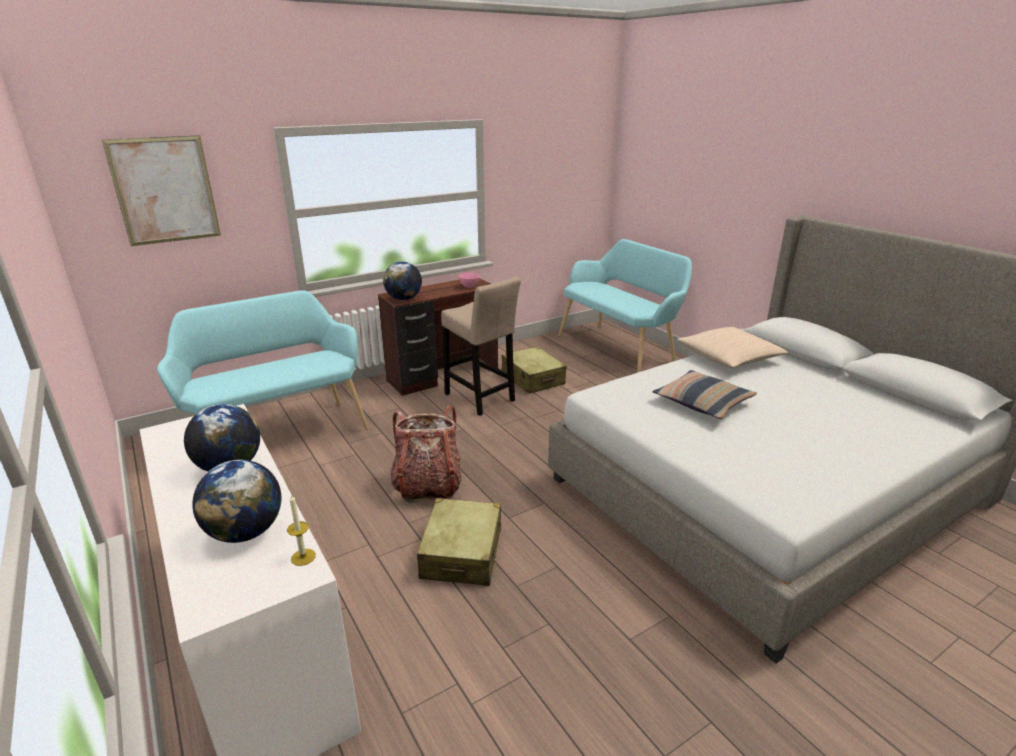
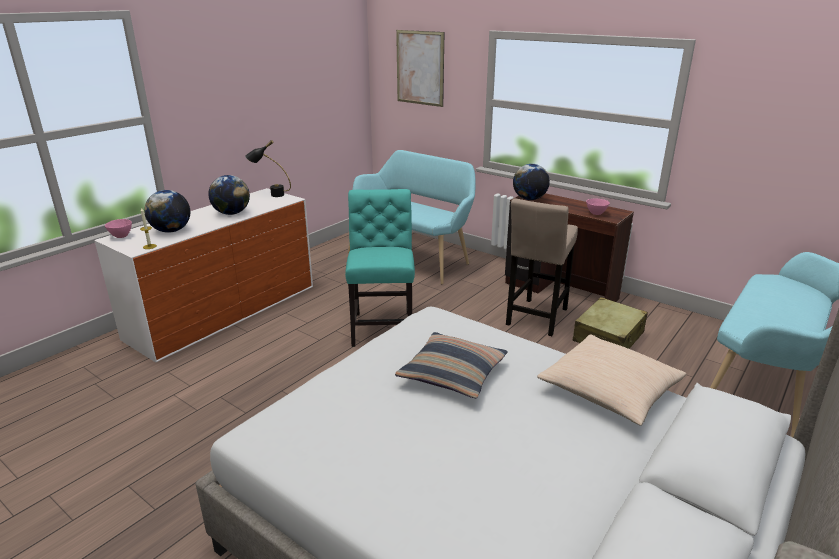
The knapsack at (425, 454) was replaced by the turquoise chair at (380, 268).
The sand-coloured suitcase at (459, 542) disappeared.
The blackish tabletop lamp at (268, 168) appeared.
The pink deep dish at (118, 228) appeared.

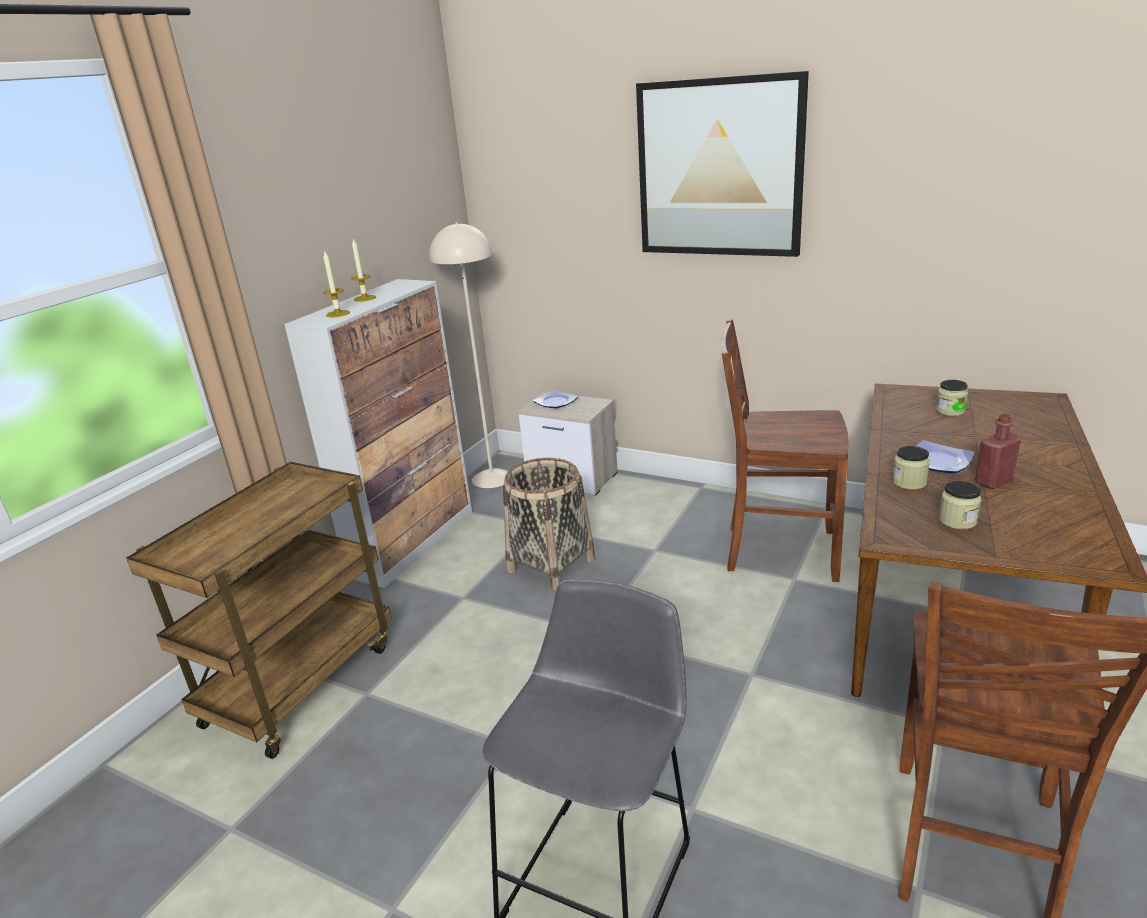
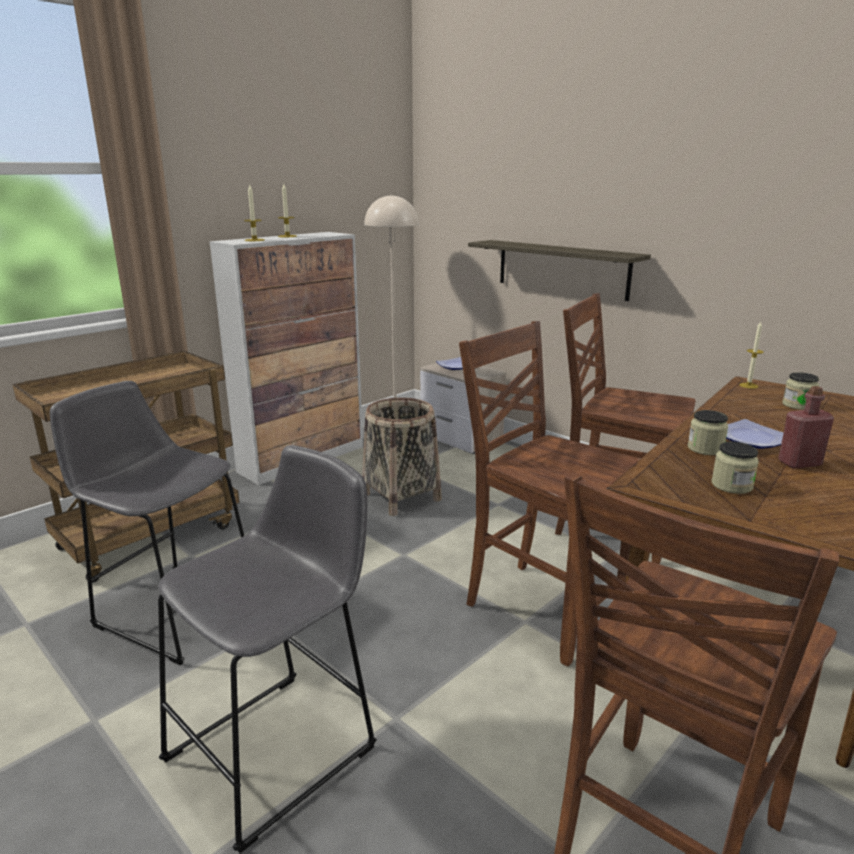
The wall picture at (722, 164) disappeared.
The bracket shelf at (559, 270) appeared.
The brownish chair at (549, 493) appeared.
The candle at (751, 355) appeared.
The greyish sitting stool at (147, 523) appeared.

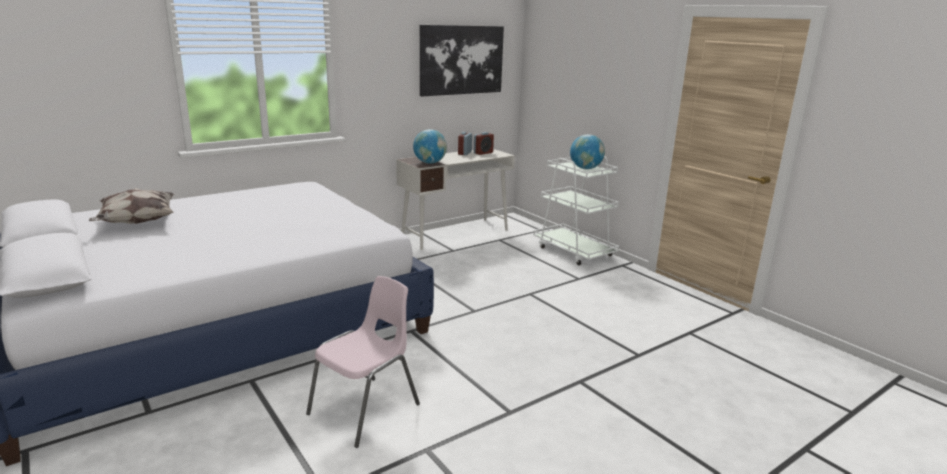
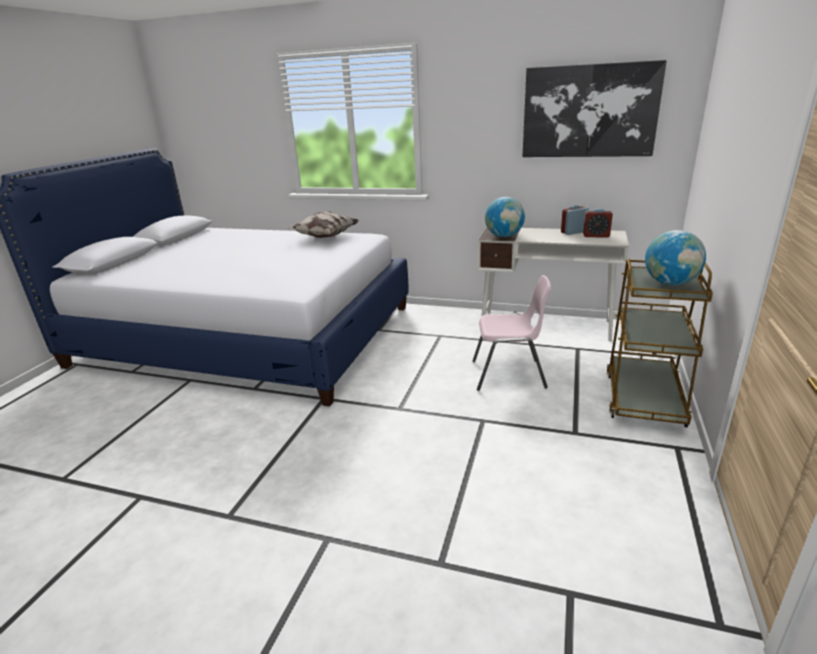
The whitish wheeled cart at (576, 210) became the brownish wheeled cart at (660, 343).
The throw pillow moved from (131, 206) to (321, 224).
The pink chair moved from (363, 362) to (512, 333).

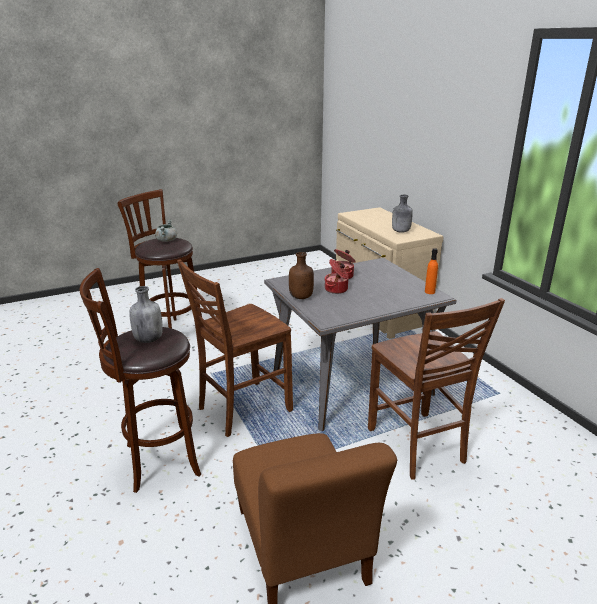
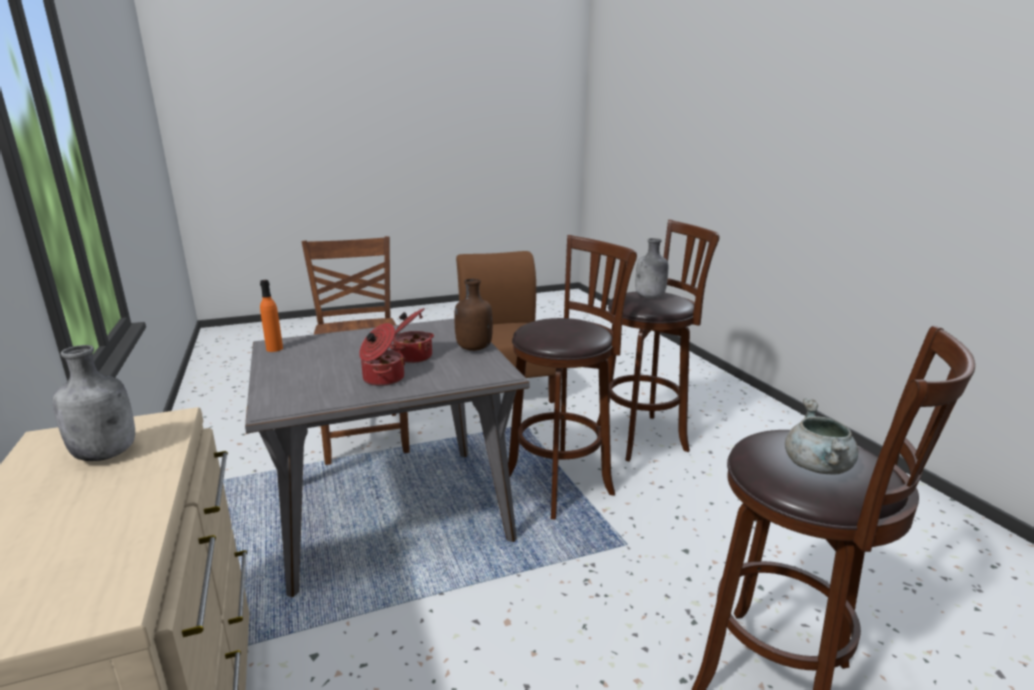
The brownish chair at (235, 348) was replaced by the brownish sitting stool at (572, 377).

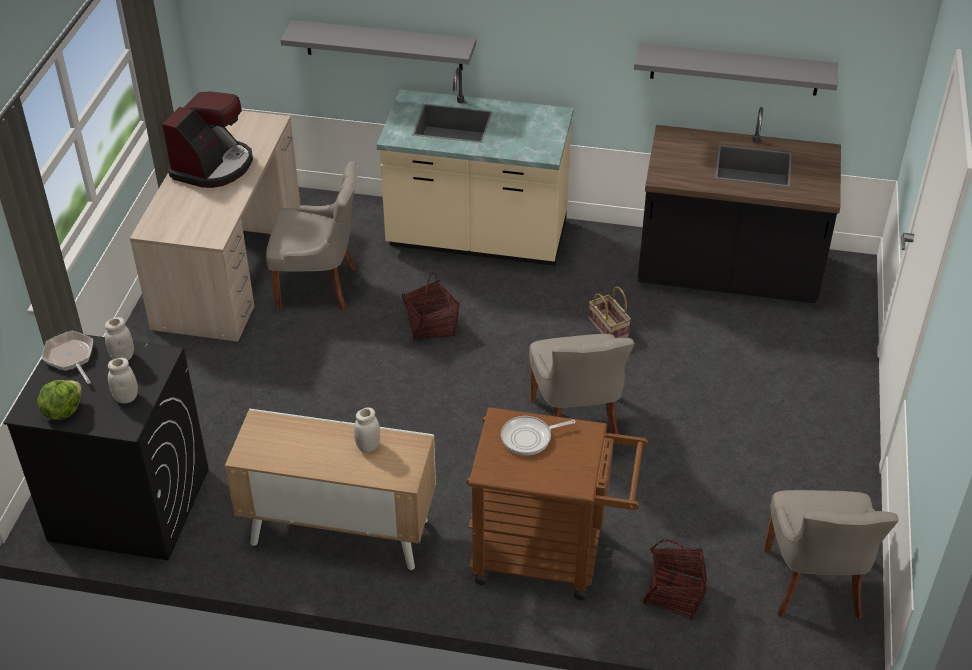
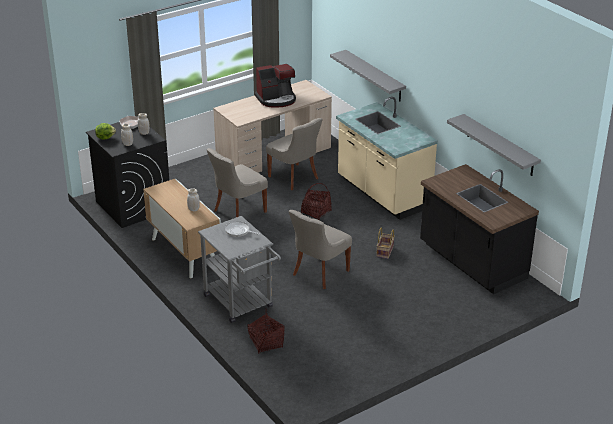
The brownish wheeled cart at (557, 503) became the greyish wheeled cart at (239, 269).
The greyish chair moved from (831, 554) to (237, 182).

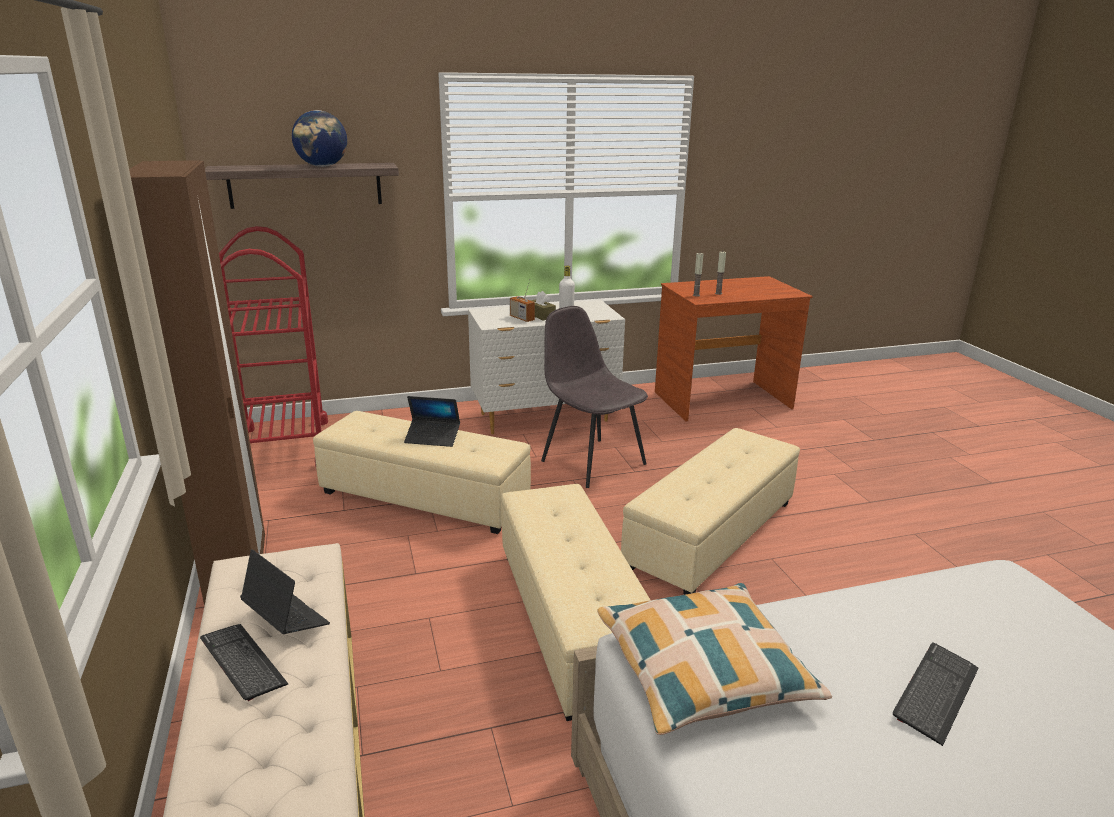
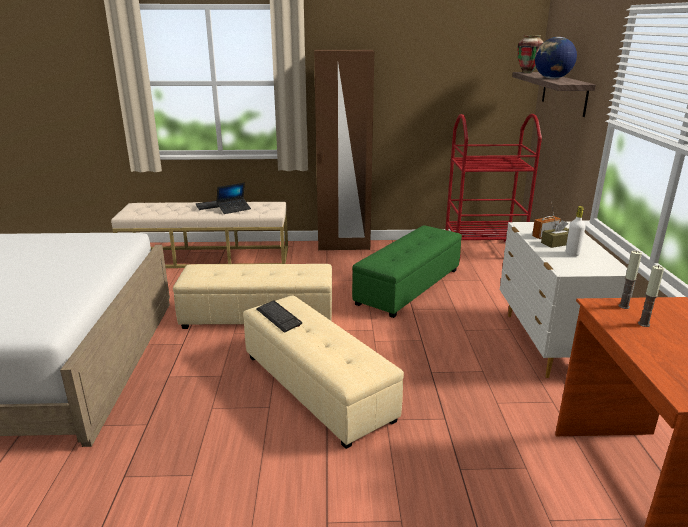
The greyish chair at (594, 397) disappeared.
The laptop at (432, 421) disappeared.
The sand-coloured ottoman at (422, 472) became the green ottoman at (407, 271).
The throw pillow at (715, 659) disappeared.
The PC keyboard moved from (935, 694) to (279, 316).
The decorative vase at (530, 54) appeared.

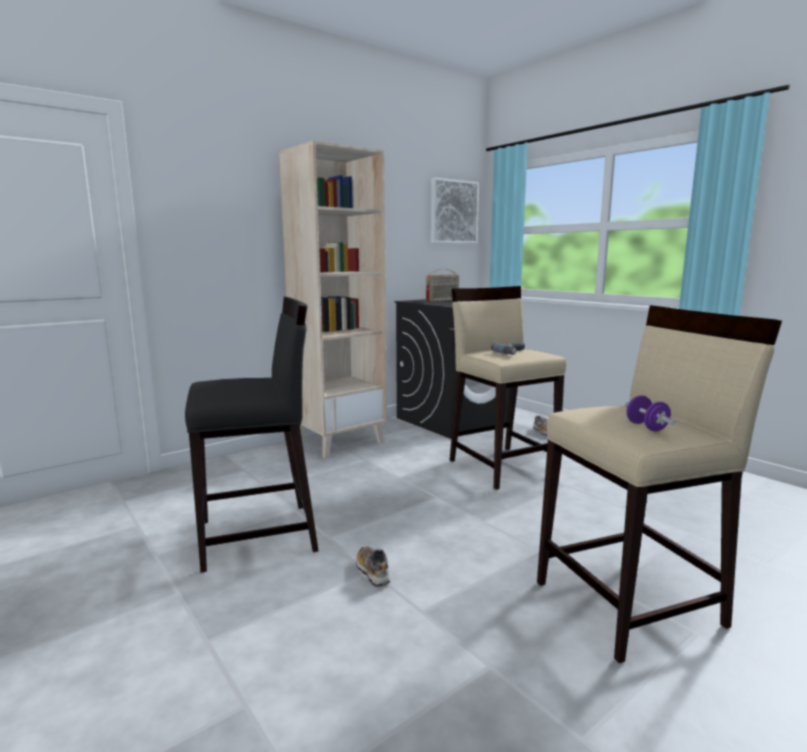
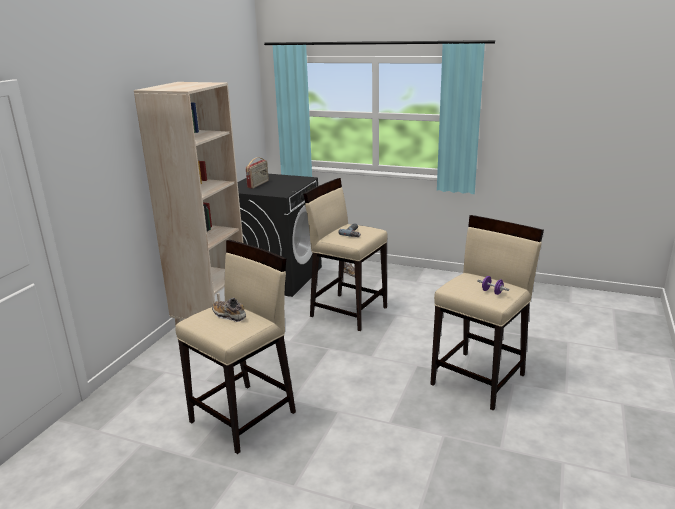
The wall picture at (455, 210) disappeared.
The blackish sitting stool at (251, 435) became the sand-coloured sitting stool at (235, 347).
The item of footwear moved from (373, 567) to (229, 310).

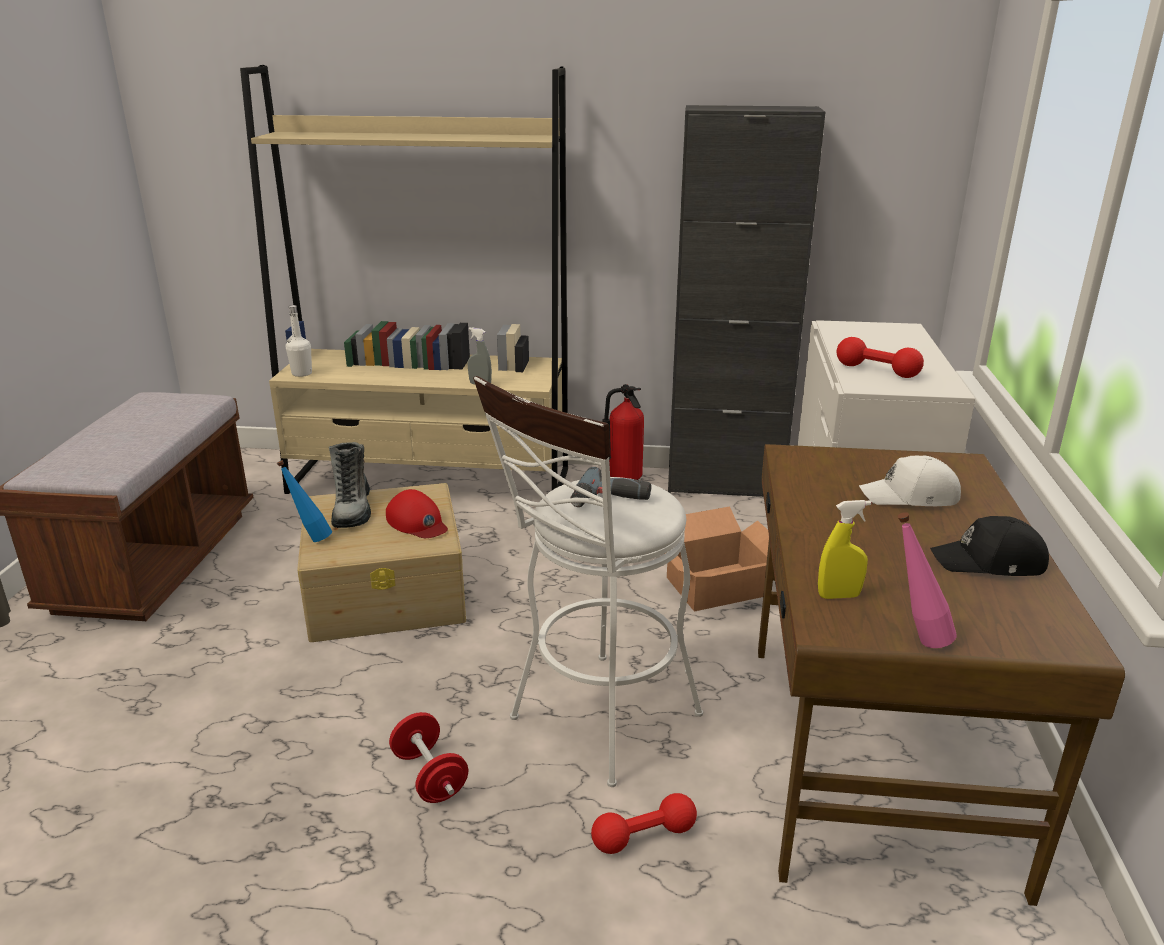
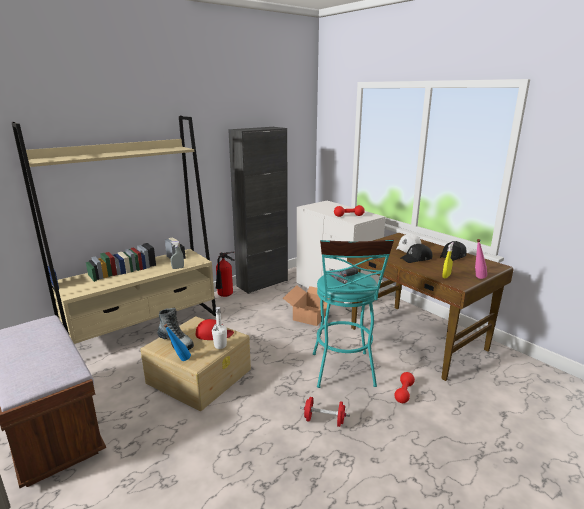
The whitish beverage bottle moved from (299, 341) to (219, 328).
The whitish sitting stool at (588, 581) became the turquoise sitting stool at (353, 313).
The blackish peaked cap at (416, 253) appeared.

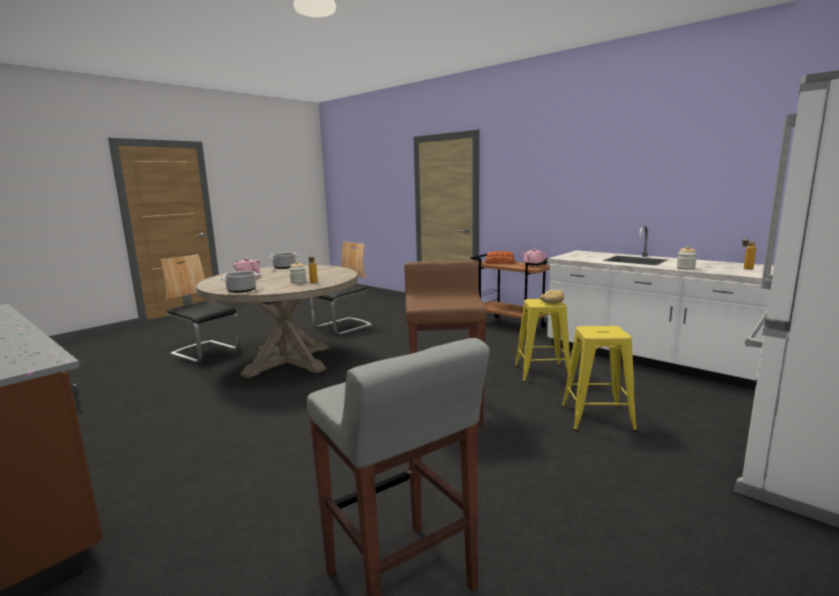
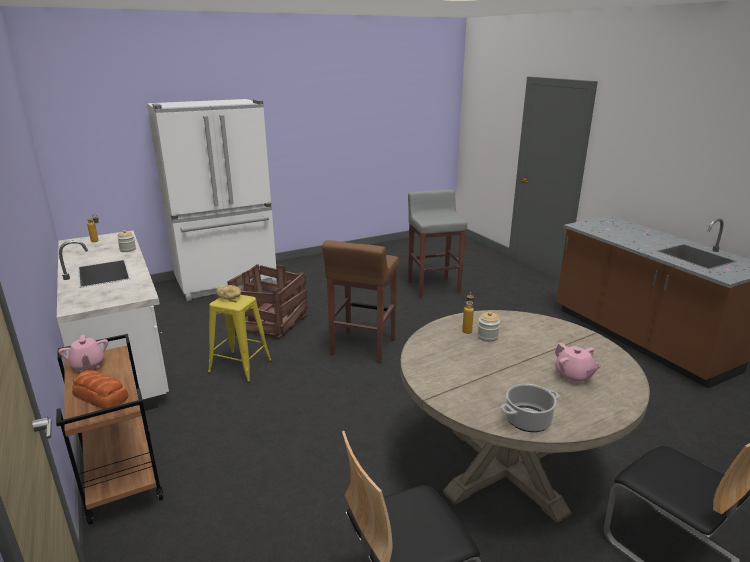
The stockpot at (240, 282) disappeared.
The yellow sitting stool at (599, 378) was replaced by the packing crate at (267, 301).

